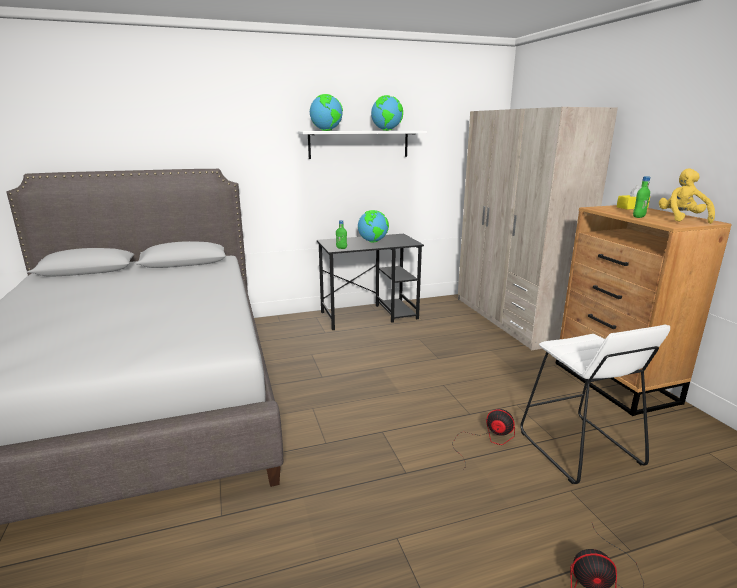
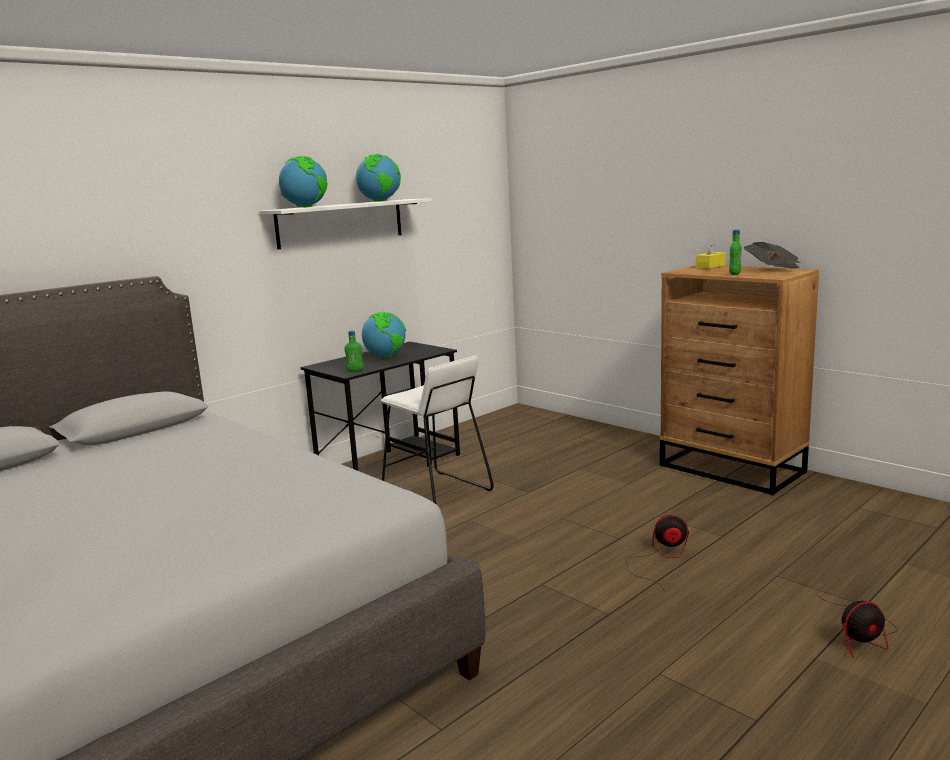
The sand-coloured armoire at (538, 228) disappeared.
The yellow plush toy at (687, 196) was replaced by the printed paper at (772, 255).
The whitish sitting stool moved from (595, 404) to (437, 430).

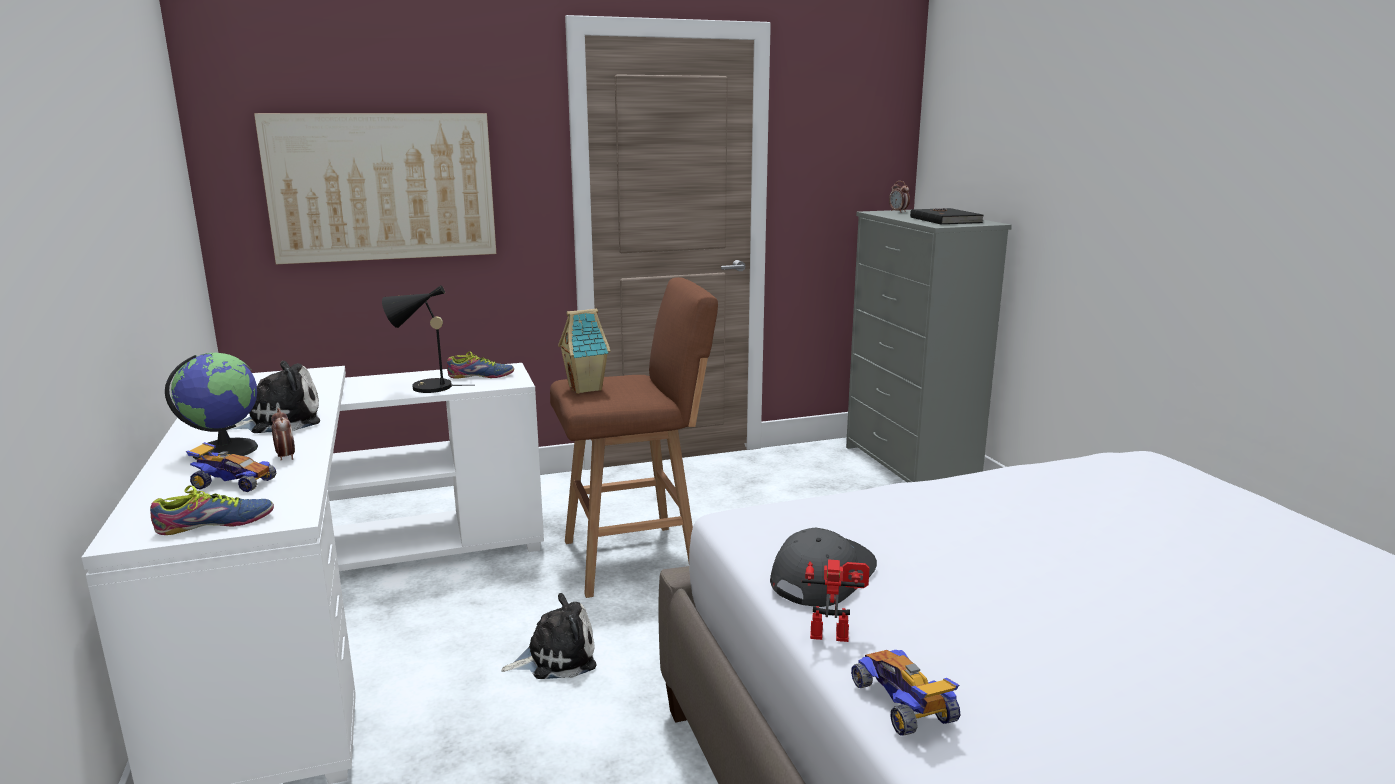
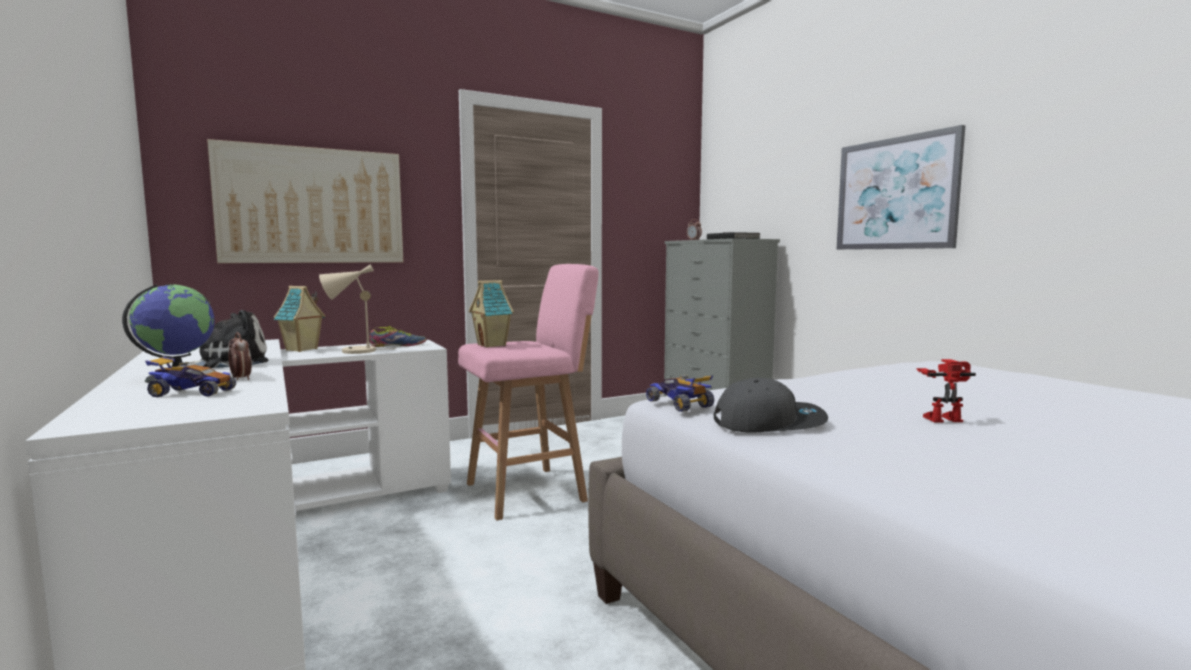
The brownish sitting stool at (634, 437) became the pink sitting stool at (528, 392).
The blackish tabletop lamp at (428, 339) became the sand-coloured tabletop lamp at (357, 309).
The item of footwear at (212, 510) disappeared.
The greyish peaked cap at (823, 567) turned 60 degrees clockwise.
The robot figure moved from (835, 600) to (946, 390).
The plush toy at (548, 636) disappeared.
The miniature car moved from (905, 693) to (680, 393).
The wall picture at (901, 187) appeared.
The toy house at (299, 319) appeared.

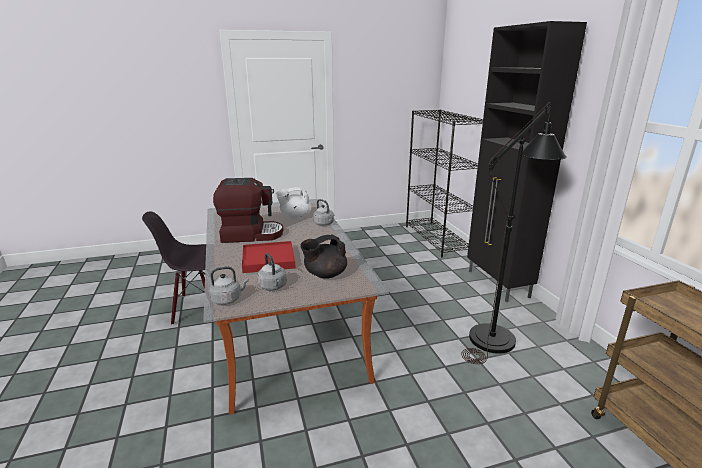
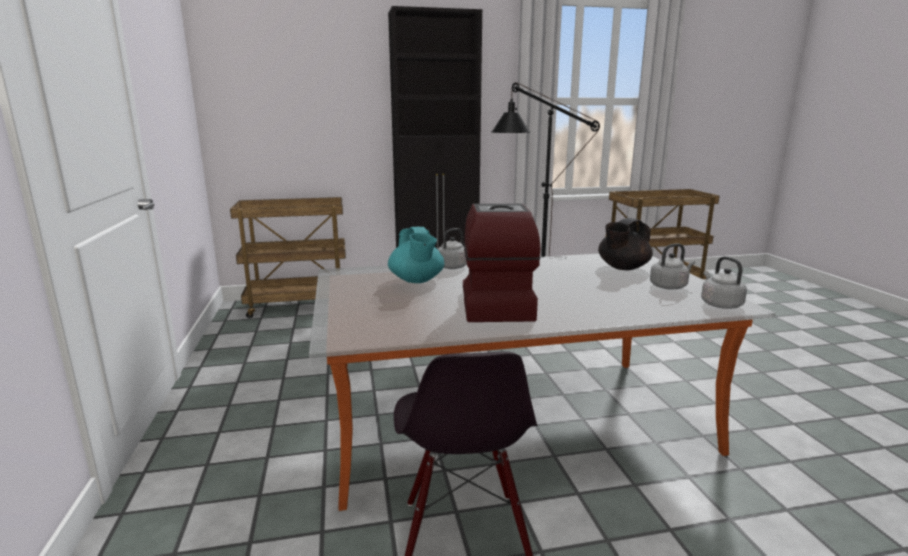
The blackish bookcase at (444, 184) was replaced by the brownish wheeled cart at (288, 257).
The whitish tea pot at (293, 203) became the turquoise tea pot at (416, 255).
The blackish tea pot at (323, 256) turned 75 degrees clockwise.
The red tray at (269, 257) disappeared.

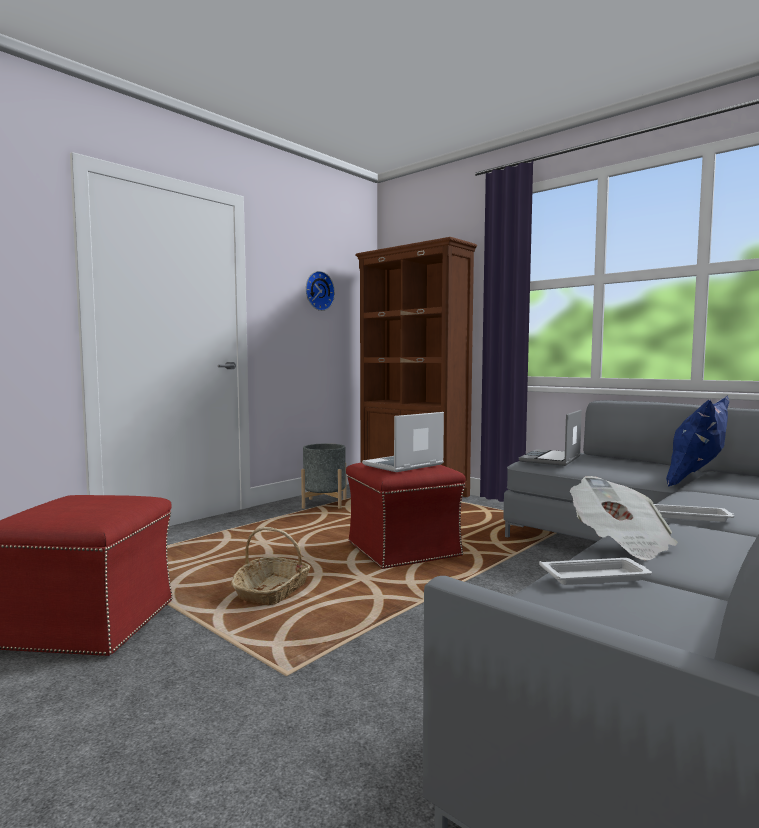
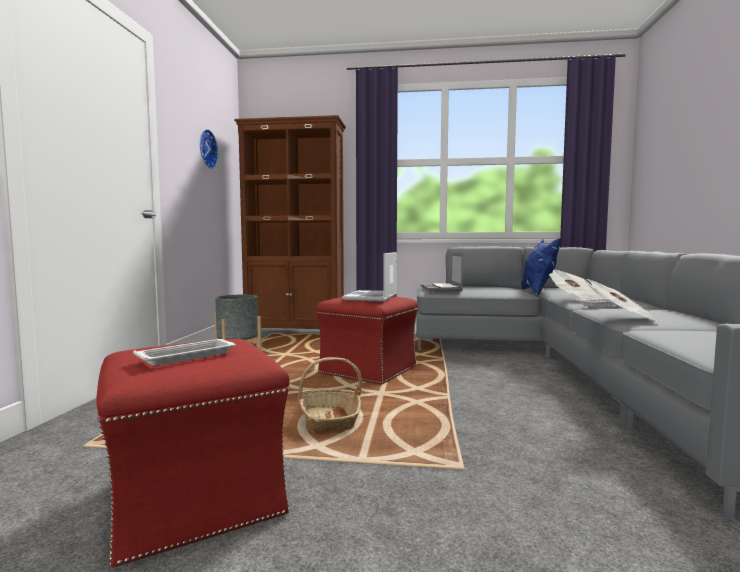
The whitish tray moved from (595, 571) to (184, 352).
The printed paper at (575, 285) appeared.

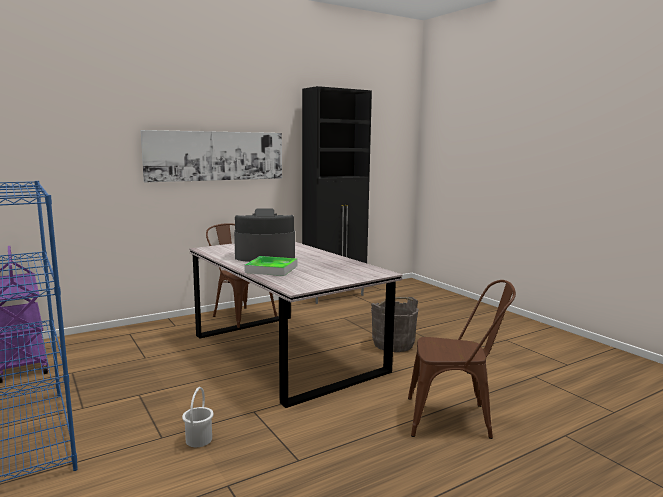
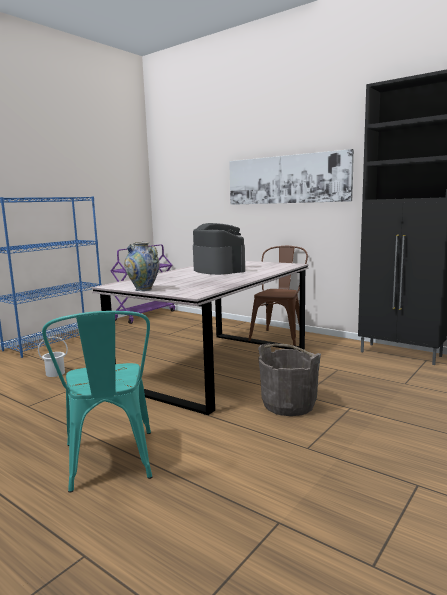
The tray at (270, 266) disappeared.
The brownish chair at (462, 359) became the turquoise chair at (97, 402).
The decorative vase at (142, 266) appeared.

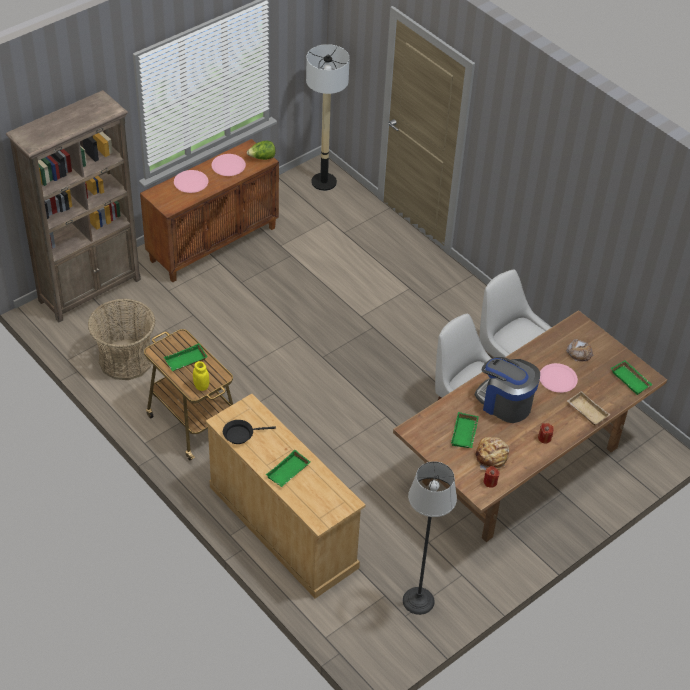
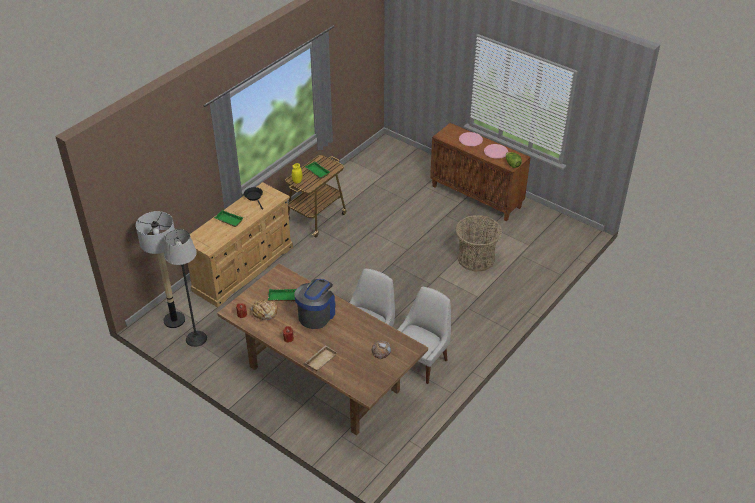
The standing lamp moved from (328, 117) to (160, 269).
The brownish bookcase at (73, 206) disappeared.
The basket moved from (121, 339) to (479, 243).
The green tray at (631, 377) disappeared.
The pink dinner plate at (559, 378) disappeared.

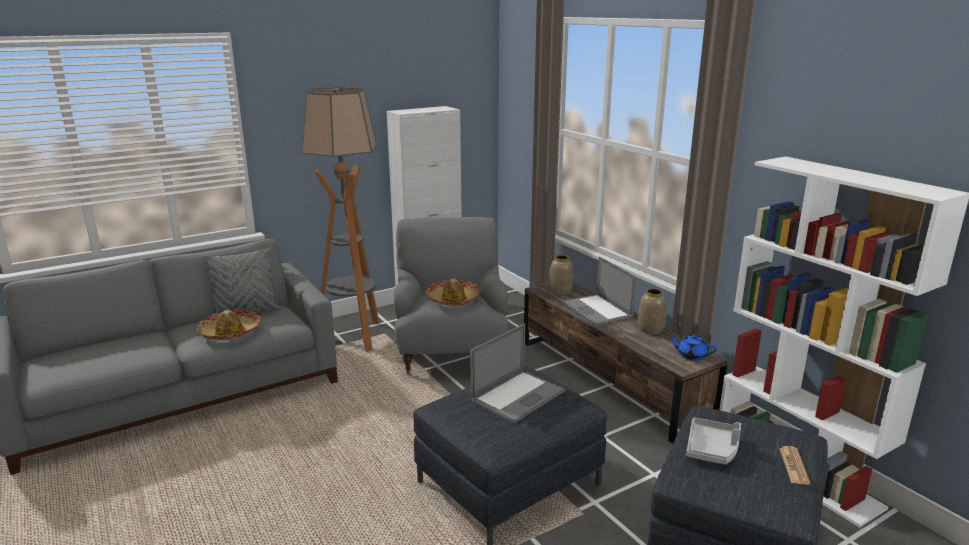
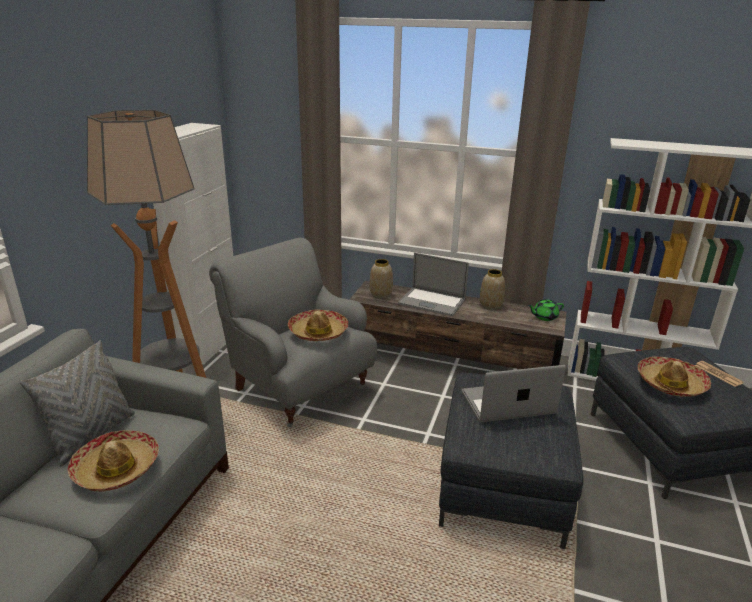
The laptop at (517, 373) turned 105 degrees counterclockwise.
The blue tea pot at (693, 347) became the green tea pot at (546, 310).
The greyish tray at (713, 441) was replaced by the wearable hat at (674, 376).

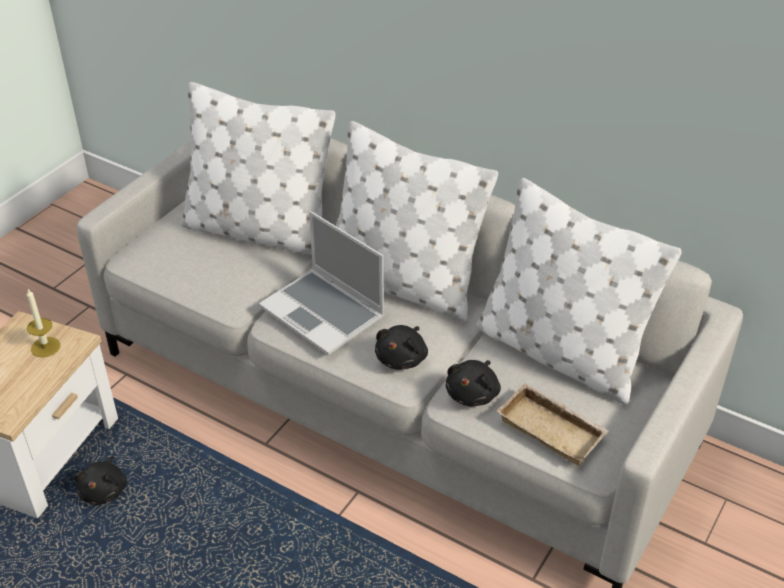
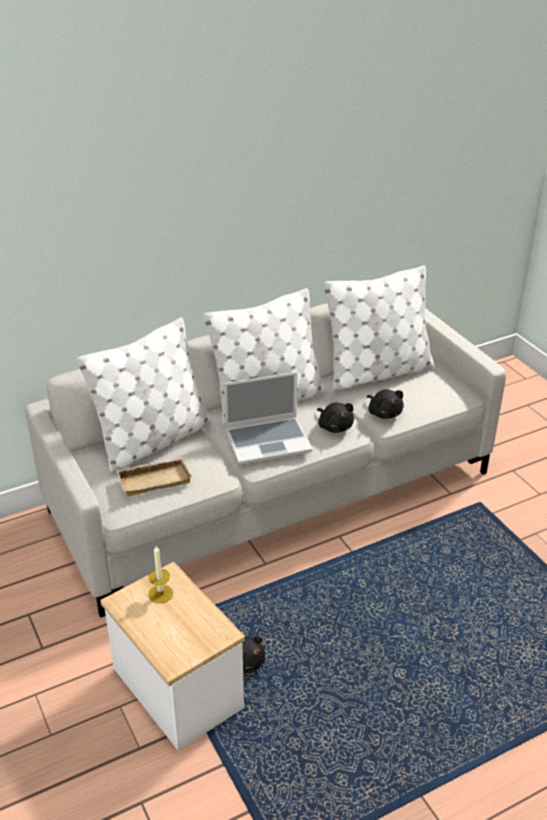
The sand-coloured tray moved from (553, 424) to (154, 476).

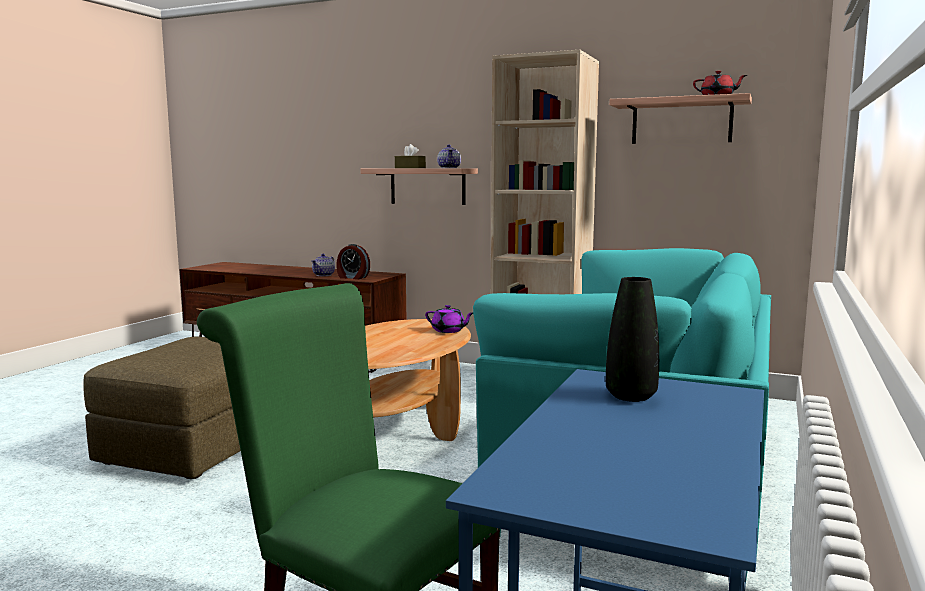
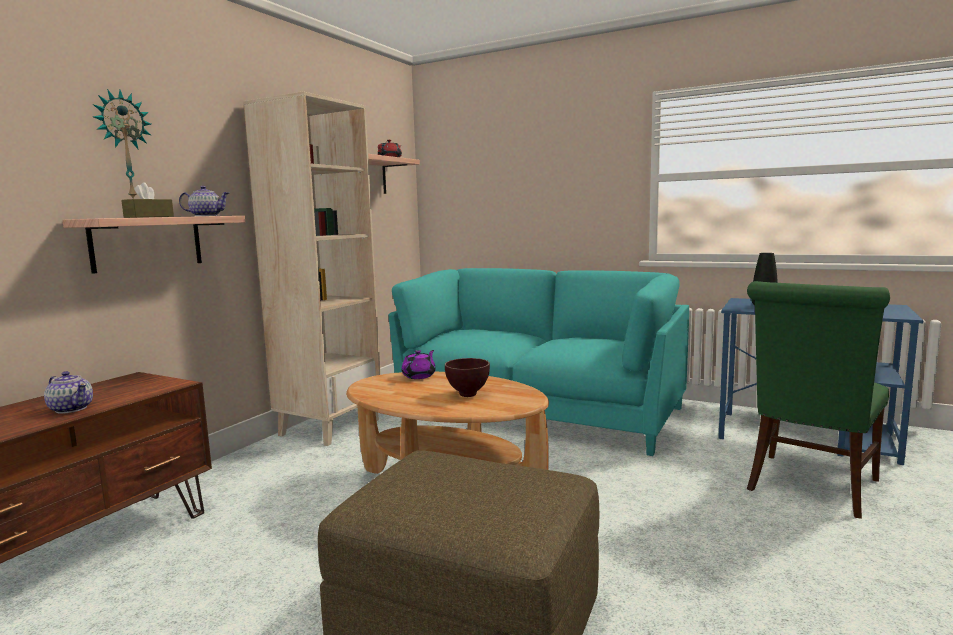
The table clock at (353, 262) disappeared.
The wall clock at (122, 144) appeared.
The brownish deep dish at (467, 377) appeared.

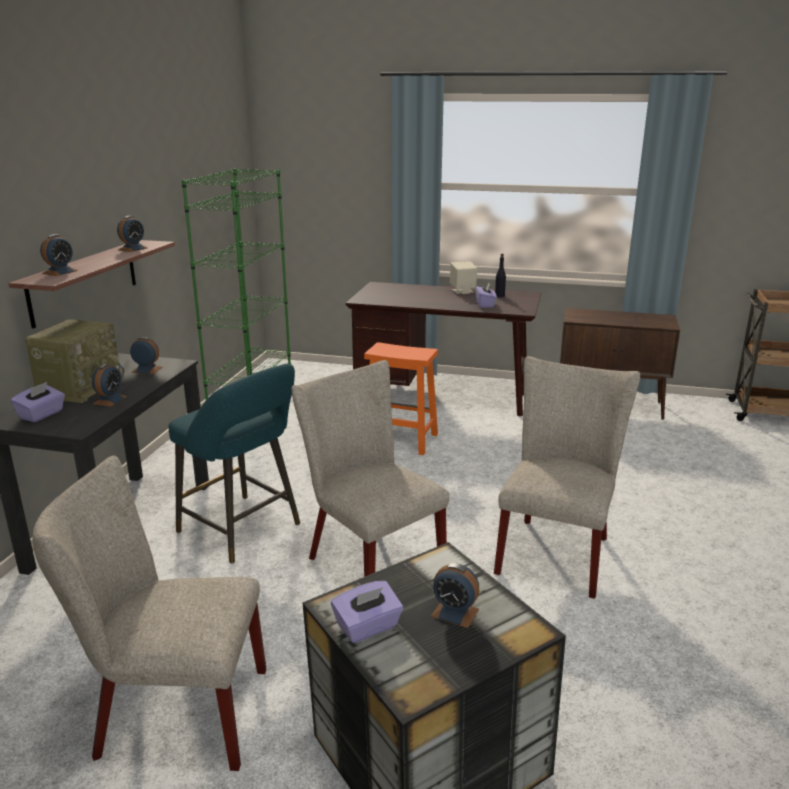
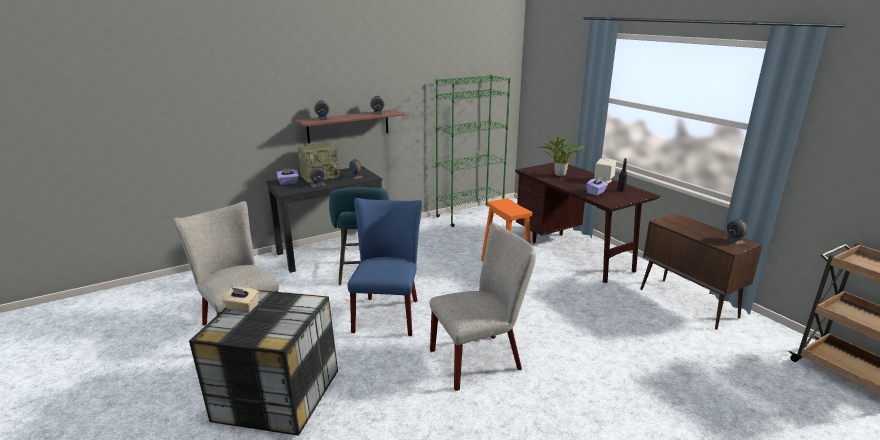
The sand-coloured chair at (370, 468) became the blue chair at (384, 267).
The table clock moved from (455, 595) to (735, 232).
The purple-coloured tissue holder at (367, 612) became the sand-coloured tissue holder at (240, 299).
The potted plant at (560, 154) appeared.

